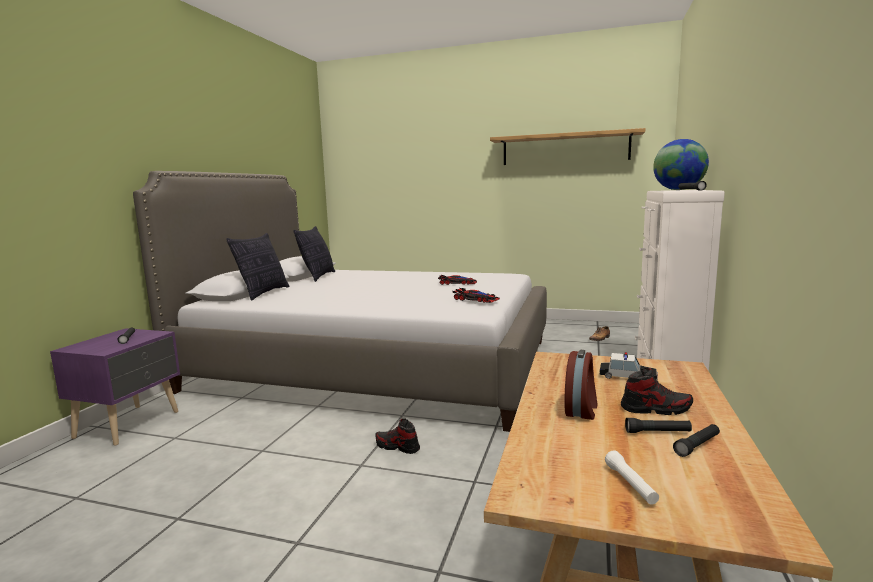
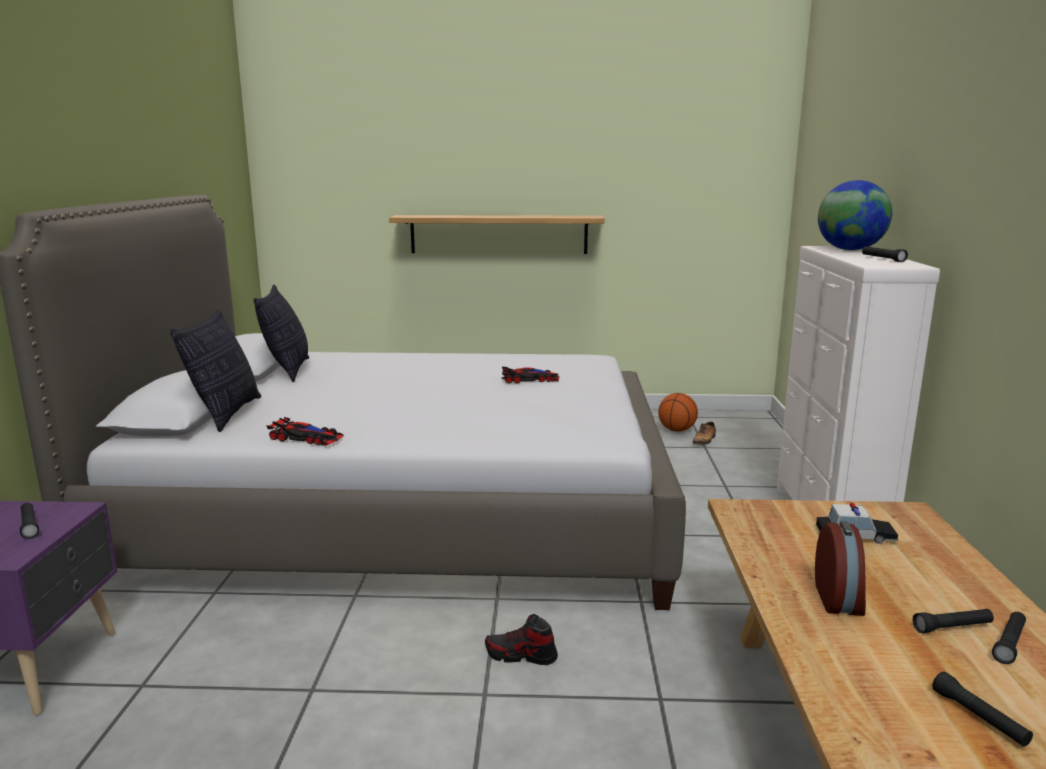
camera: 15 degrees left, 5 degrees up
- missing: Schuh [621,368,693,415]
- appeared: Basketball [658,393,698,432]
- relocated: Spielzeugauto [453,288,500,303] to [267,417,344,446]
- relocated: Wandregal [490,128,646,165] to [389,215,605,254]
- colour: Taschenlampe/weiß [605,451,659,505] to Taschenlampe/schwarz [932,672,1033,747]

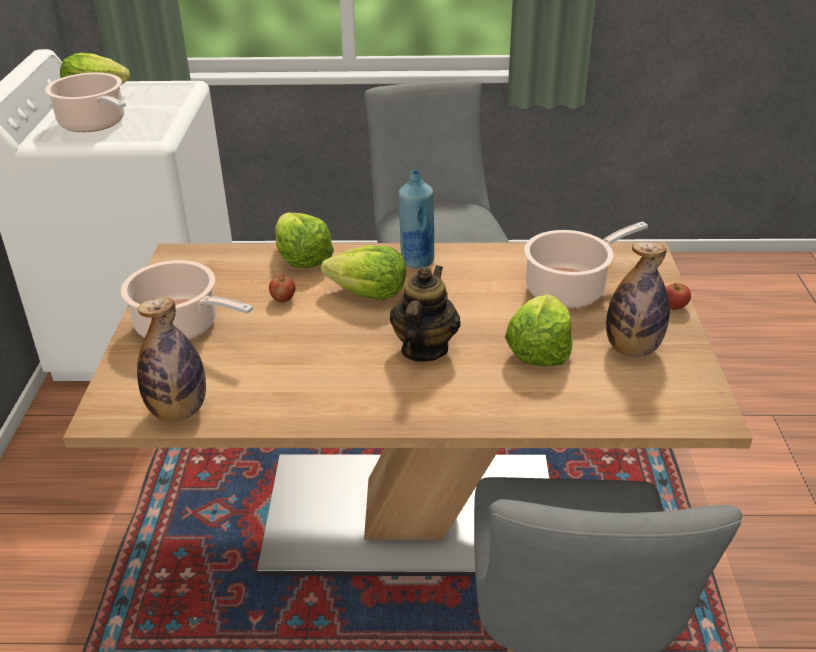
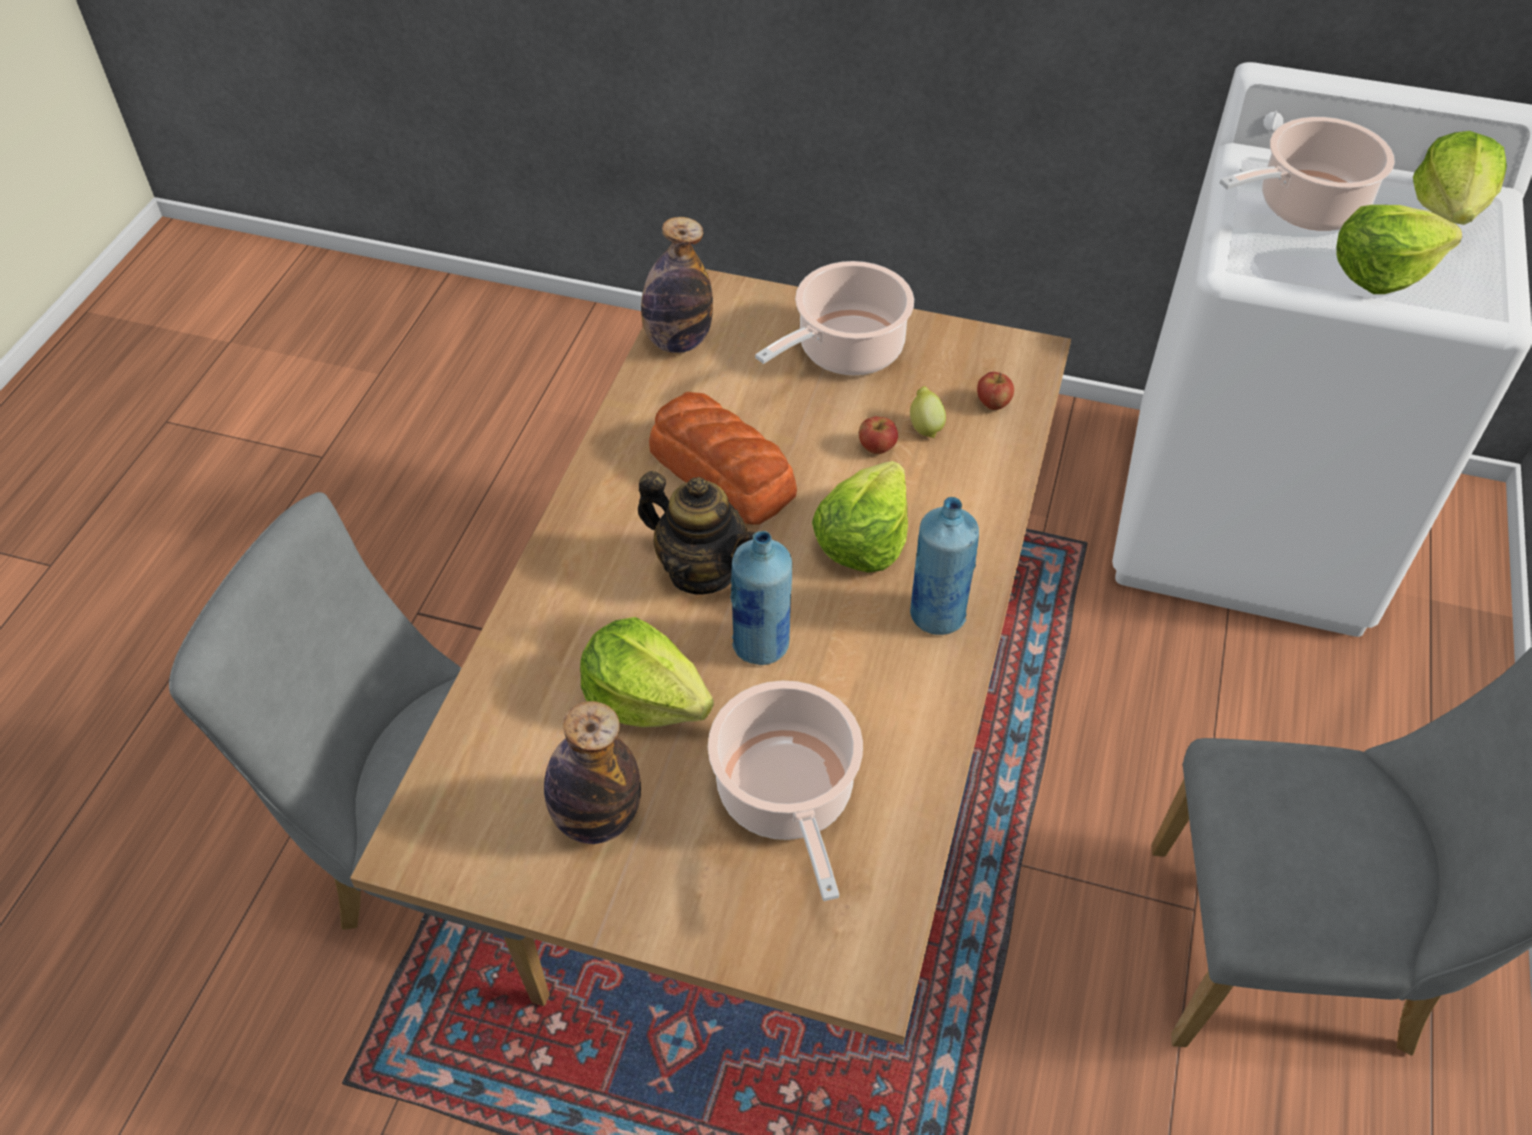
camera: 105 degrees right, 15 degrees up
- appeared: Brot [649,392,797,525]
- appeared: Flasche/blau [730,531,792,665]
- appeared: Zitrone [910,386,946,438]
- relocated: Salatkopf [275,213,334,268] to [1336,205,1462,294]
- relocated: Apfel [666,283,691,310] to [977,372,1014,410]

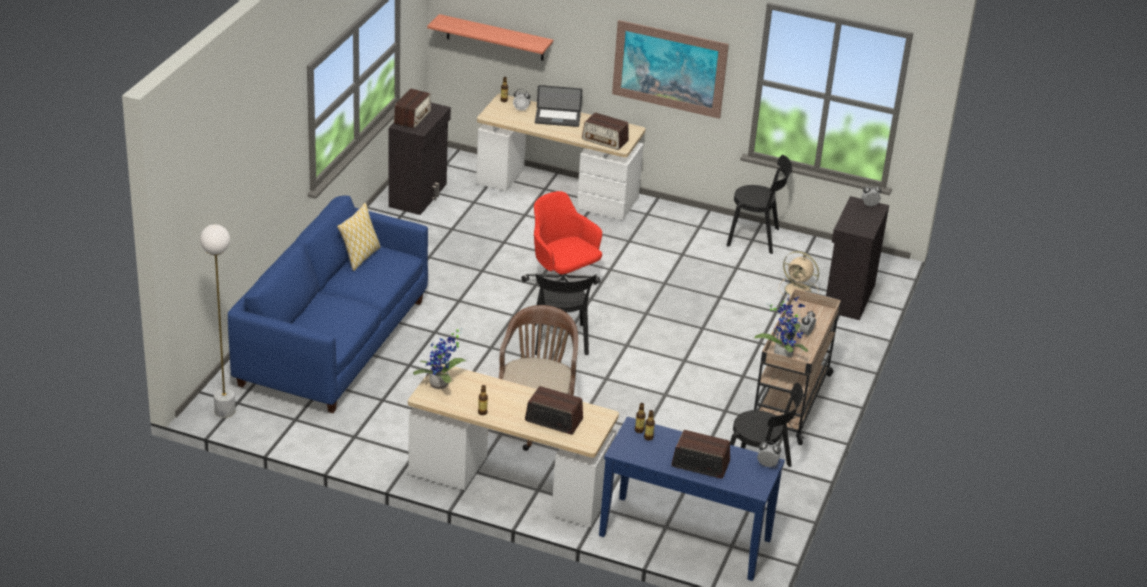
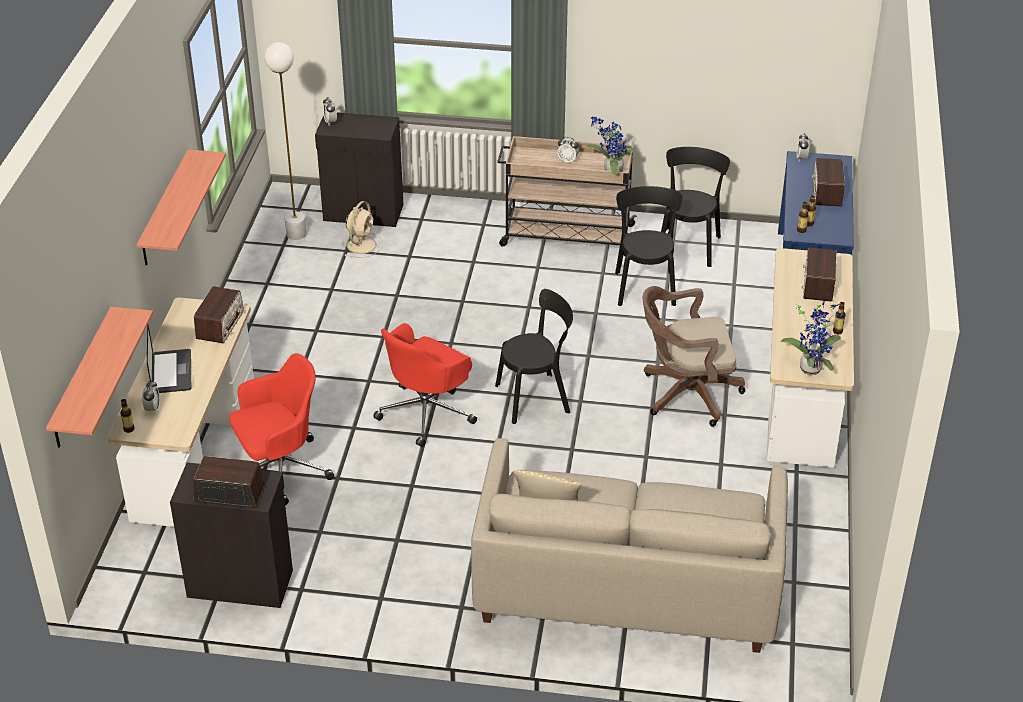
camera: 100 degrees left, 5 degrees up
- appeared: Bürostuhl/rot [229,353,334,505]
- relocated: Stehlampe/weiß [200,224,236,418] to [264,42,306,240]
- relocated: Stuhl/schwarz [726,155,792,254] to [615,186,683,306]
- exchanged: Bild [612,20,729,119] to Wandregal [137,149,226,266]
- colour: Sofa/blau [228,196,428,413] to Sofa/beige [471,438,788,653]

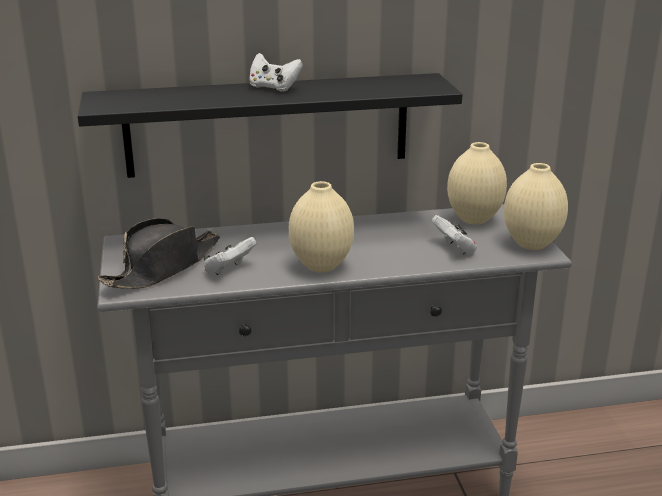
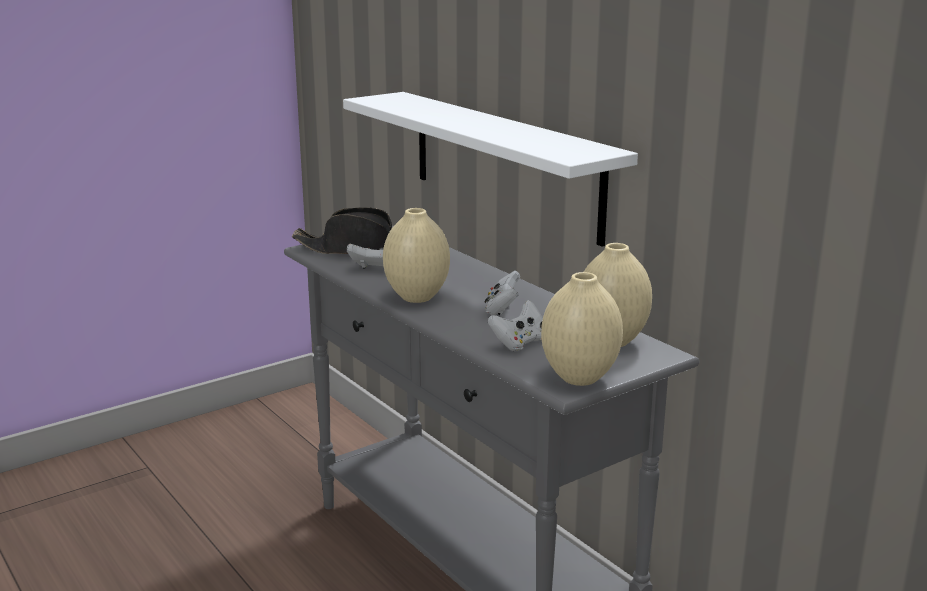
camera: 65 degrees right, 5 degrees down
- relocated: Gamepad/weiß [250,53,303,92] to [485,271,520,315]
- colour: Wandregal/schwarz [78,73,463,178] to Wandregal/weiß [343,92,638,247]

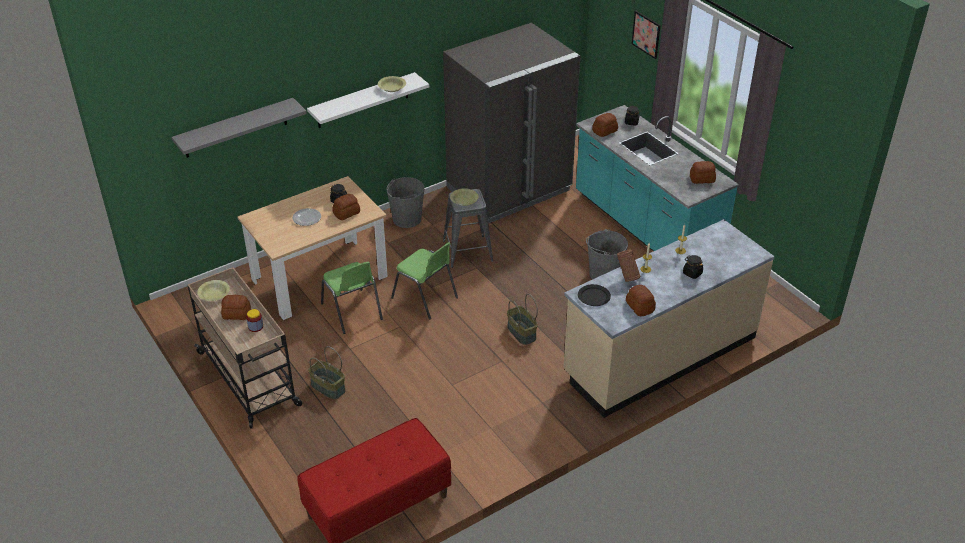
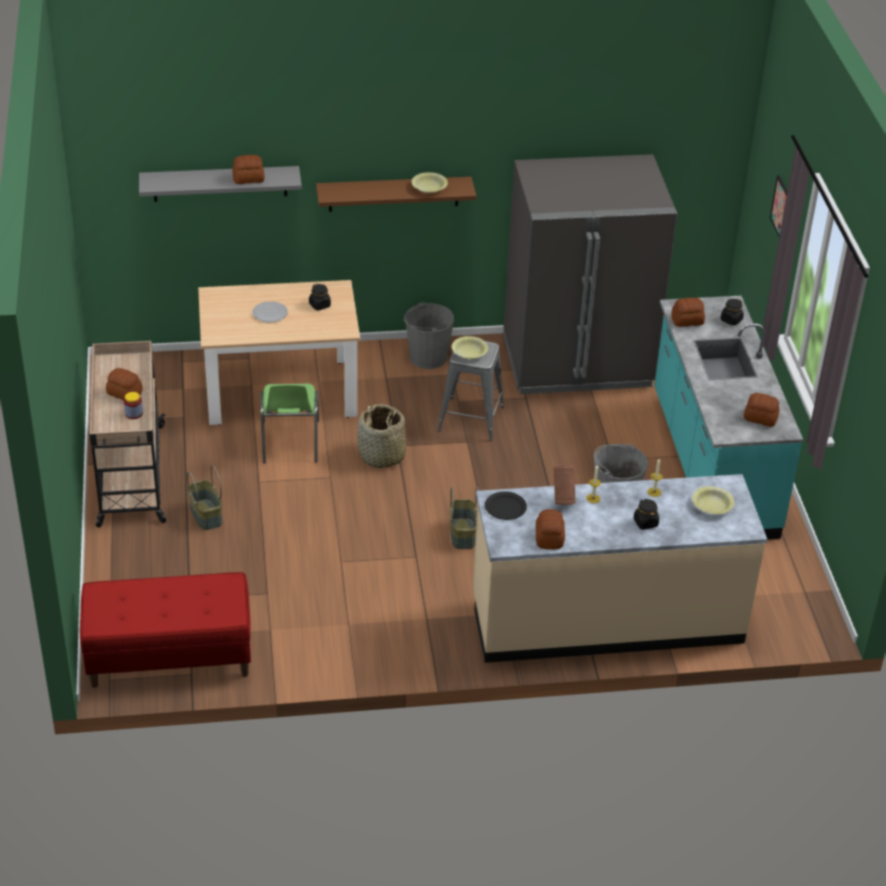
camera: 25 degrees right, 0 degrees up
- relocated: Schüssel/gelb [197,280,230,301] to [692,486,734,514]
- relocated: Brot [333,194,360,220] to [232,155,264,184]
- exchanged: Stuhl/grün [391,242,458,319] to Korb [357,404,406,468]
- colour: Wandregal/weiß [307,72,429,128] to Wandregal/braun [316,177,476,212]

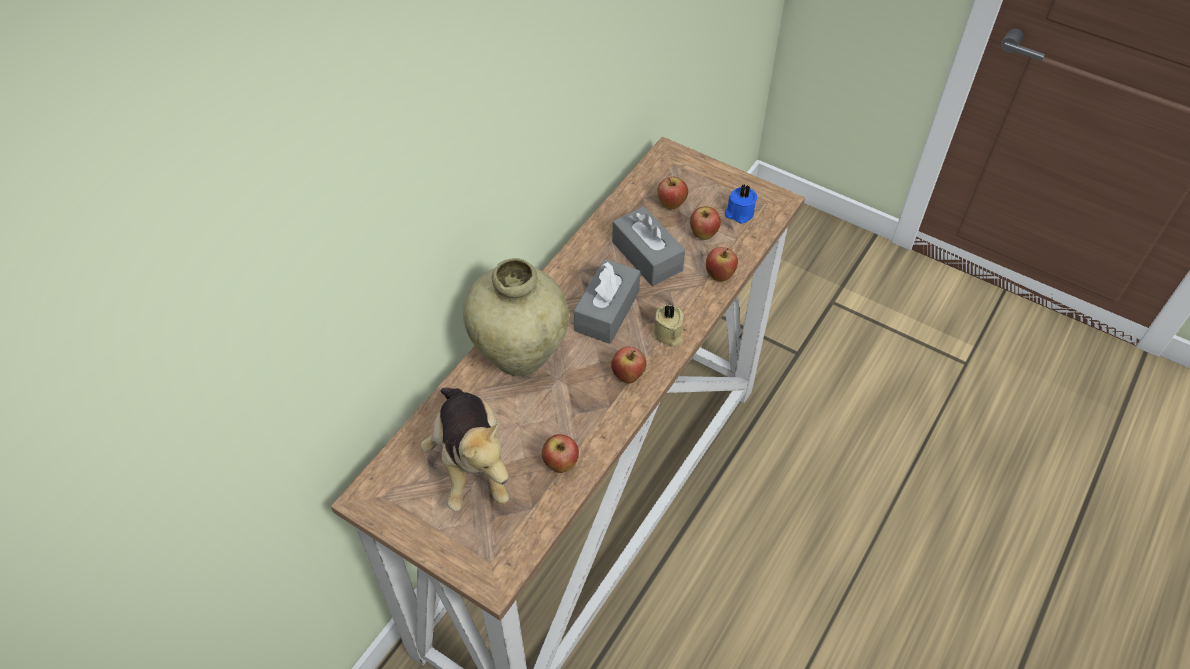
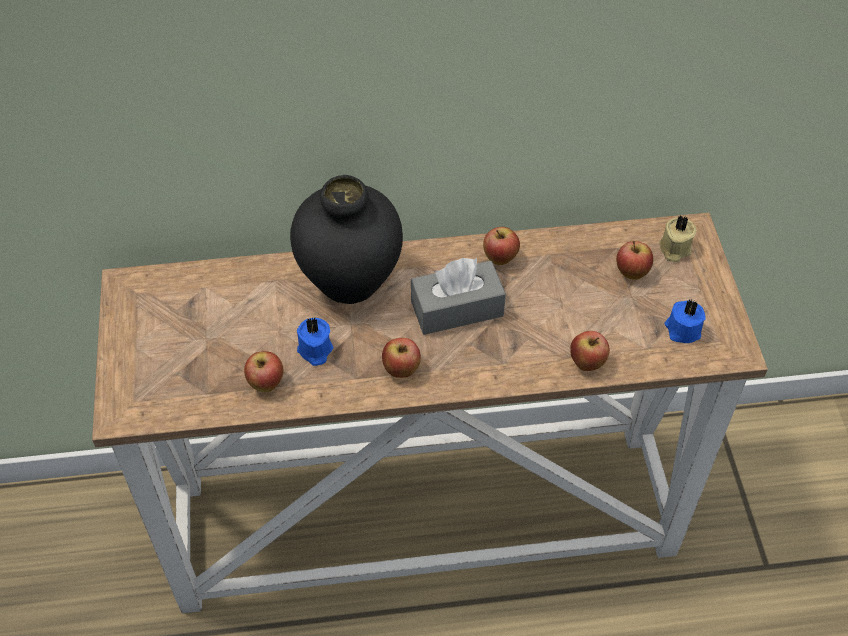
camera: 50 degrees right, 0 degrees up
- missing: Plüschtier [421,388,509,511]
- missing: Taschentuchbox/grau [612,206,685,286]
- appeared: Kerze/blau [297,317,333,366]
- relocated: Kerze/beige [652,305,684,347] to [659,215,697,262]
- relocated: Apfel [690,207,721,240] to [483,227,520,265]
- colour: Vase/beige [463,258,569,376] to Vase/schwarz [290,175,403,304]

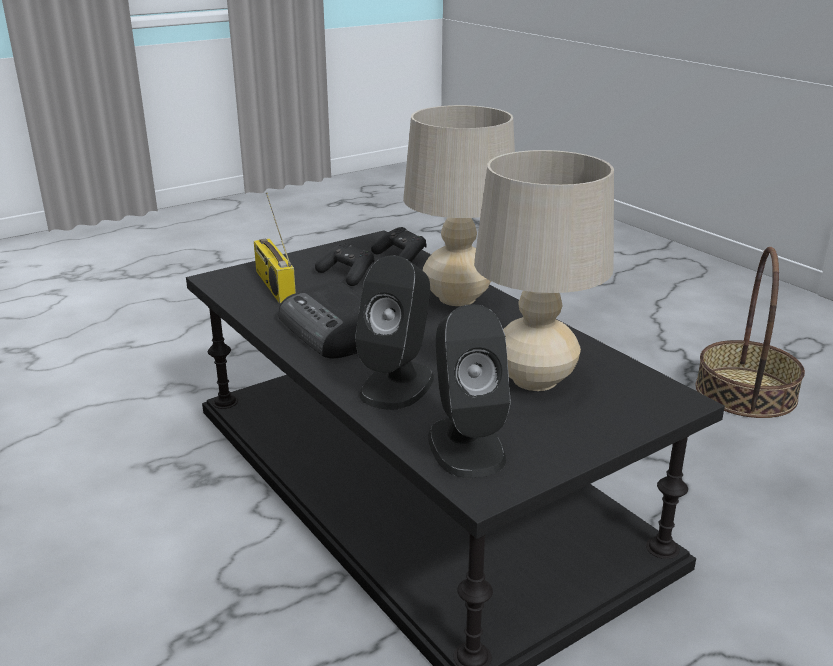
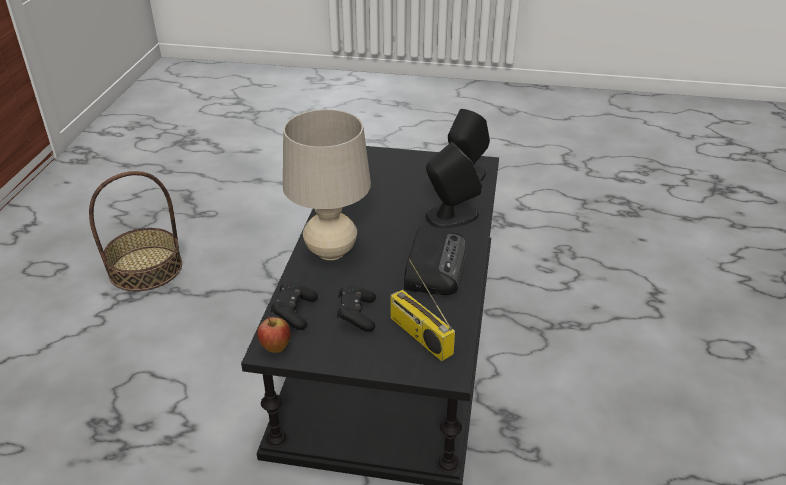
camera: 135 degrees left, 10 degrees up
- missing: Tischlampe/beige [474,150,614,391]
- appeared: Apfel [257,316,291,353]
- spun: Radio [254,192,296,304] = [390,259,455,361] 120 degrees clockwise

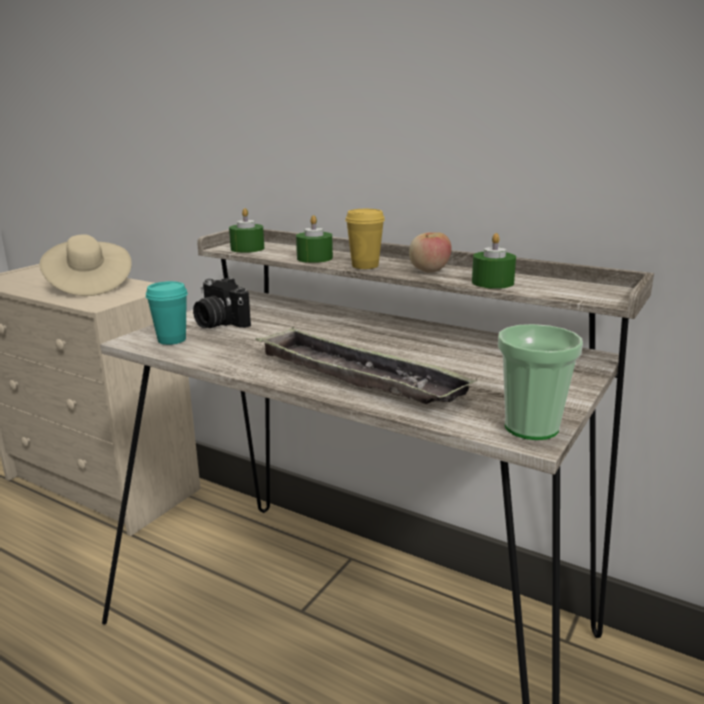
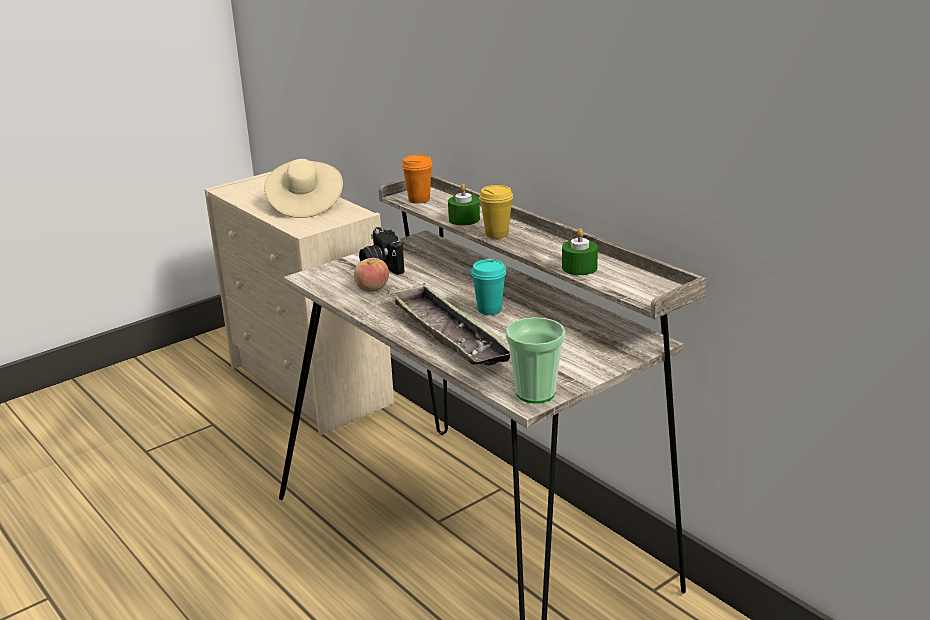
camera: 20 degrees right, 5 degrees up
- relocated: Tasse/türkis [146,281,188,345] to [471,259,506,315]
- relocated: Apfel [409,232,452,273] to [354,258,389,292]
- exchanged: Kerze/grün [229,208,264,253] to Tasse/orange [402,155,433,204]

